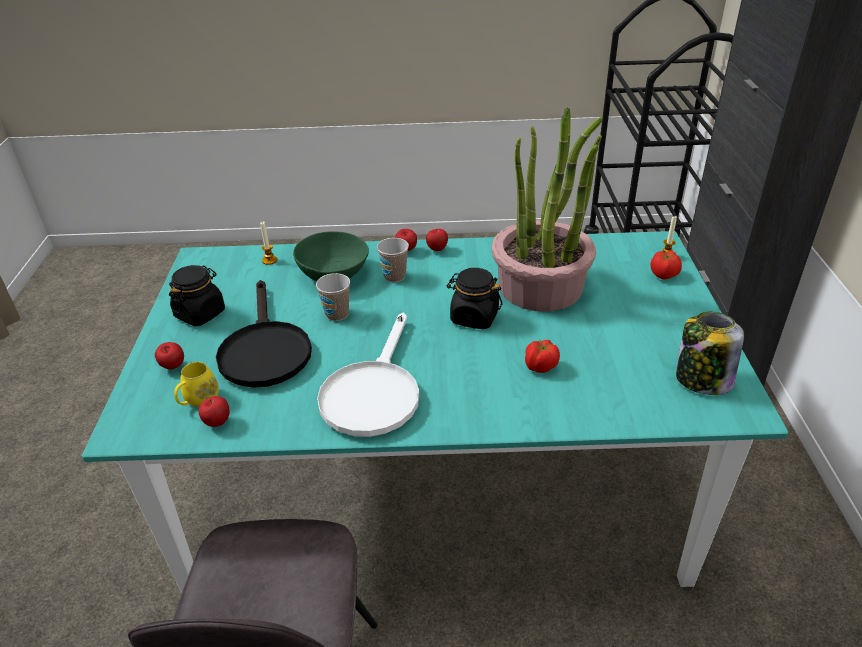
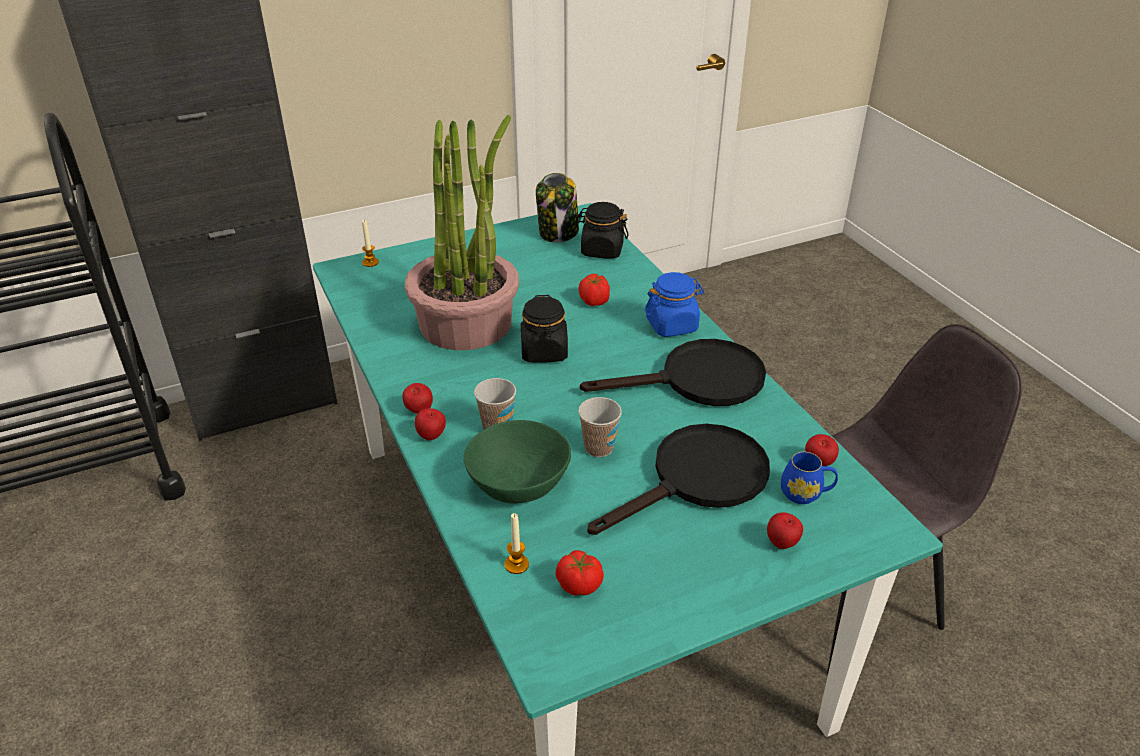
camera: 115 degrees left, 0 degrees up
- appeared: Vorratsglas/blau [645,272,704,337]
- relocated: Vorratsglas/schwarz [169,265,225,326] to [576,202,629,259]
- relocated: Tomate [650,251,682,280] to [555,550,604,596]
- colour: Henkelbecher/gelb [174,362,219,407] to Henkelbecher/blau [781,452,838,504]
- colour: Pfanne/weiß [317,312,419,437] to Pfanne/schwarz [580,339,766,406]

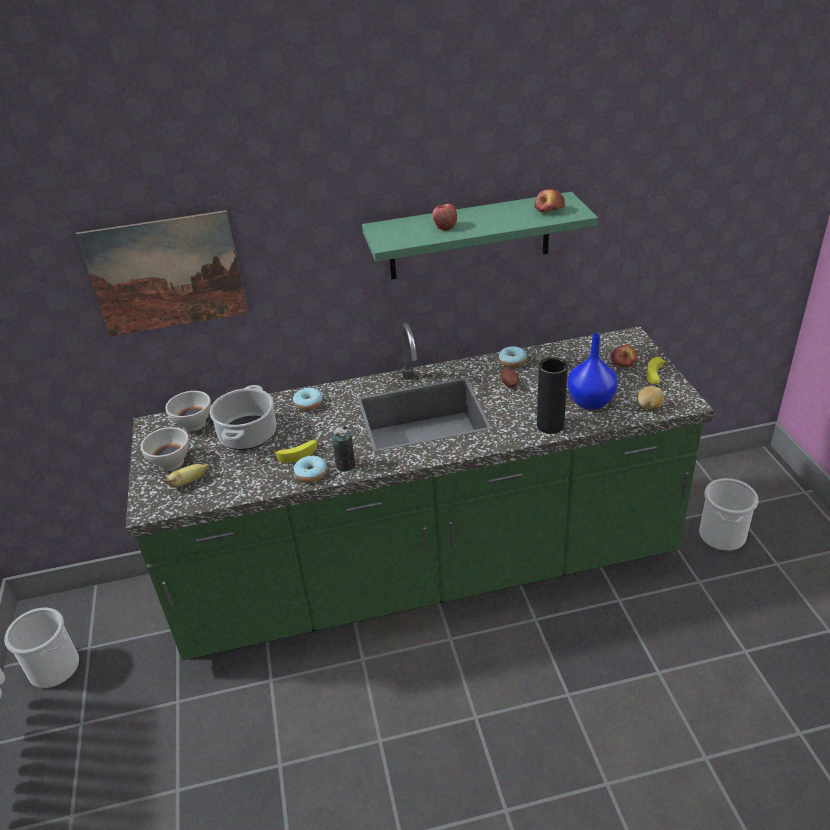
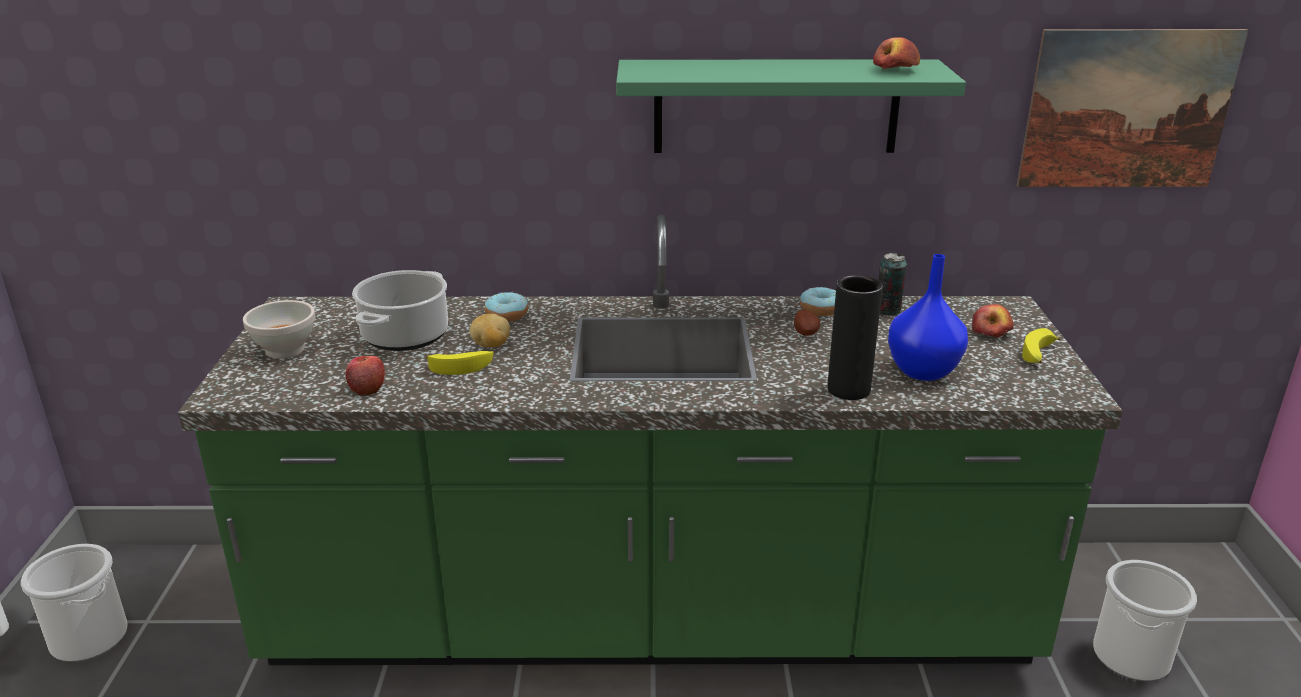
camera: 10 degrees right, 10 degrees down
- missing: Banane [164,464,209,487]
- missing: Schüssel/weiß [165,391,211,432]
- missing: Donut [294,456,327,483]
- relocated: Bild [76,210,248,336] to [1017,29,1248,187]
- relocated: Dose [332,426,355,472] to [878,253,907,316]
- relocated: Apfel [432,204,457,231] to [345,356,385,396]
- relocated: Kartoffel [638,386,664,409] to [470,314,510,347]

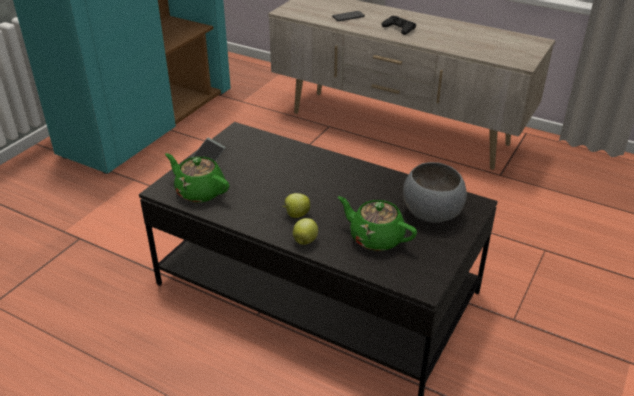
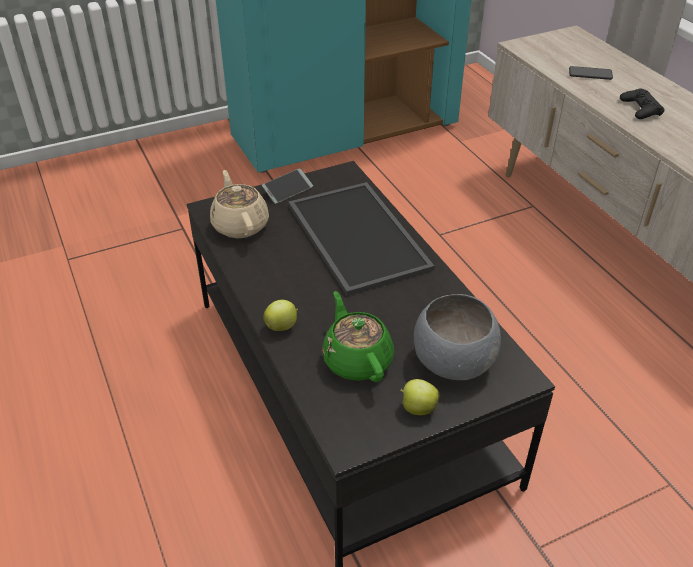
camera: 35 degrees right, 5 degrees up
- appeared: Tablett [288,182,435,296]
- relocated: Apfel [282,193,310,218] to [400,379,440,415]
- colour: Teekanne/grün [165,153,229,202] to Teekanne/beige [210,170,269,238]

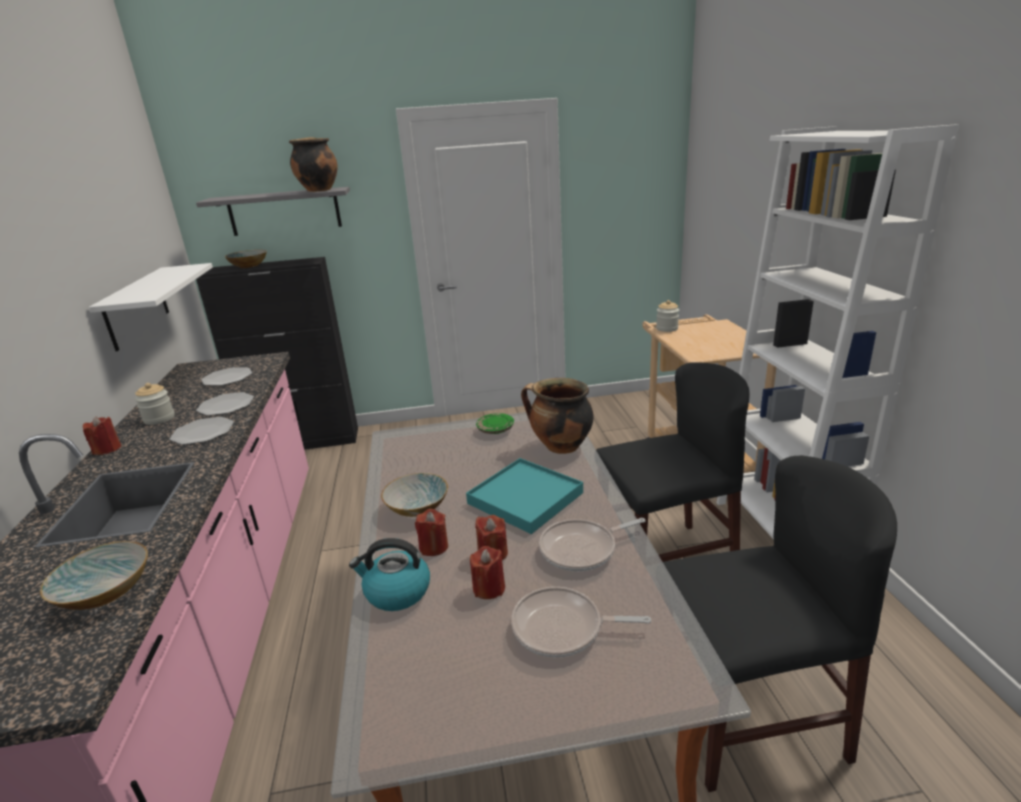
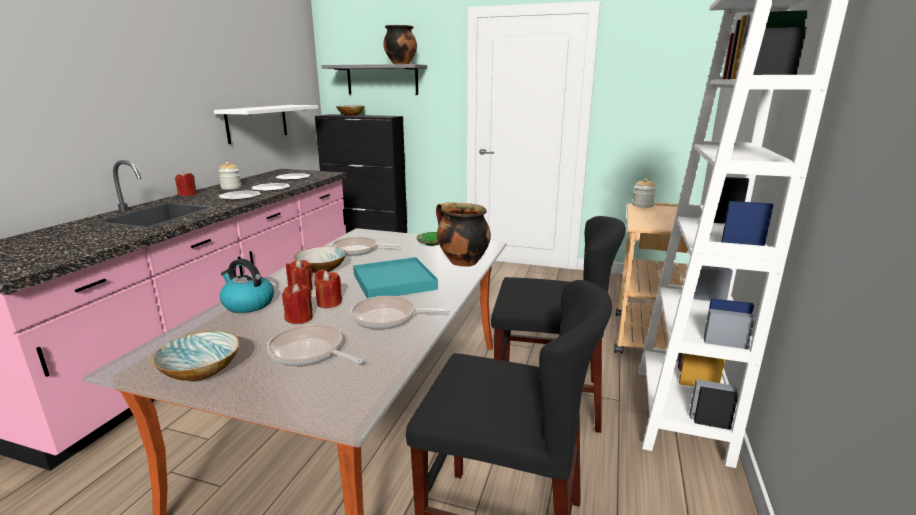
camera: 25 degrees right, 5 degrees down
- appeared: Pfanne [331,237,400,256]
- relocated: Schüssel [40,541,148,610] to [152,331,240,381]

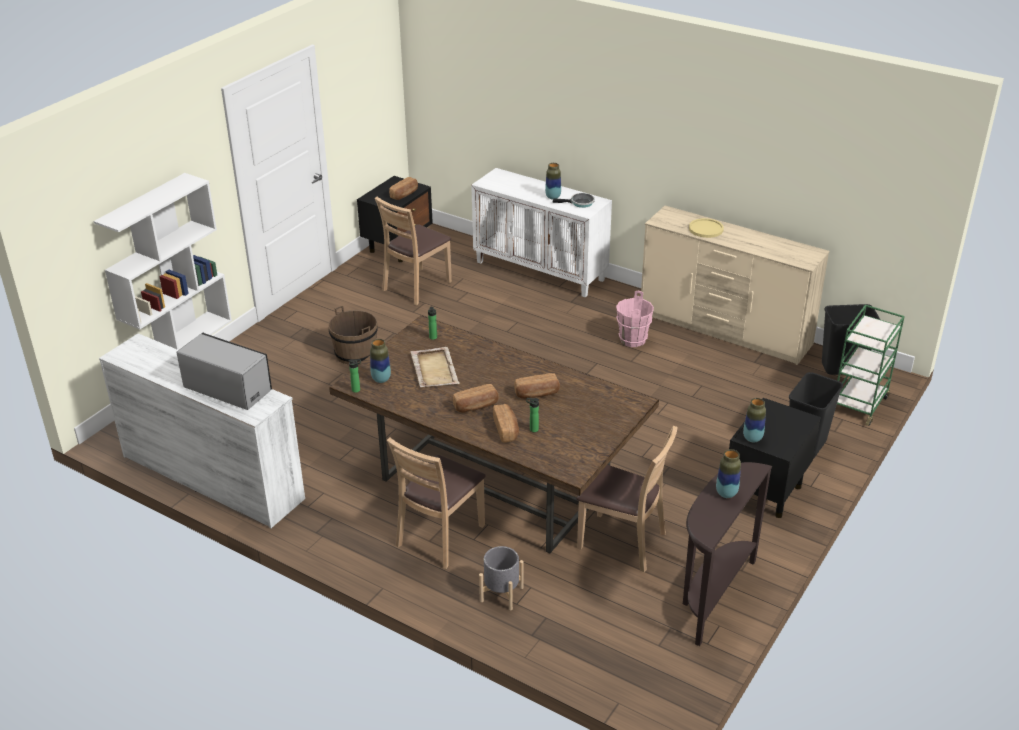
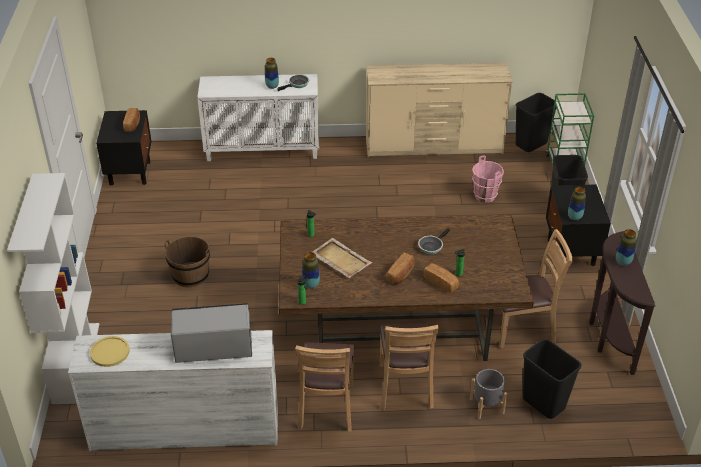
camera: 35 degrees left, 5 degrees up
- appeared: Mülleimer/schwarz [523,339,582,419]
- relocated: Stuhl/braun [375,197,452,305] to [295,342,355,432]
- relocated: Eimer/rosa [616,291,654,347] to [472,155,504,203]
- relocated: Teller/gelb [689,218,724,238] to [90,336,130,367]
- exchanged: Brot [514,373,560,399] to Pfanne [418,228,450,254]

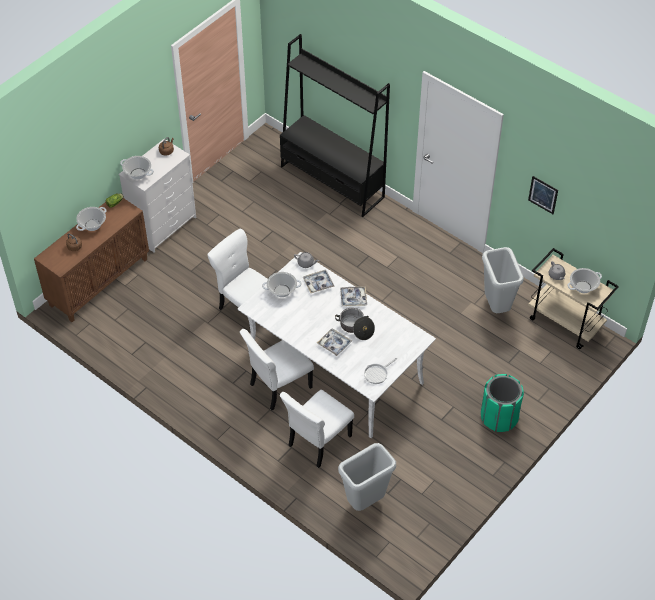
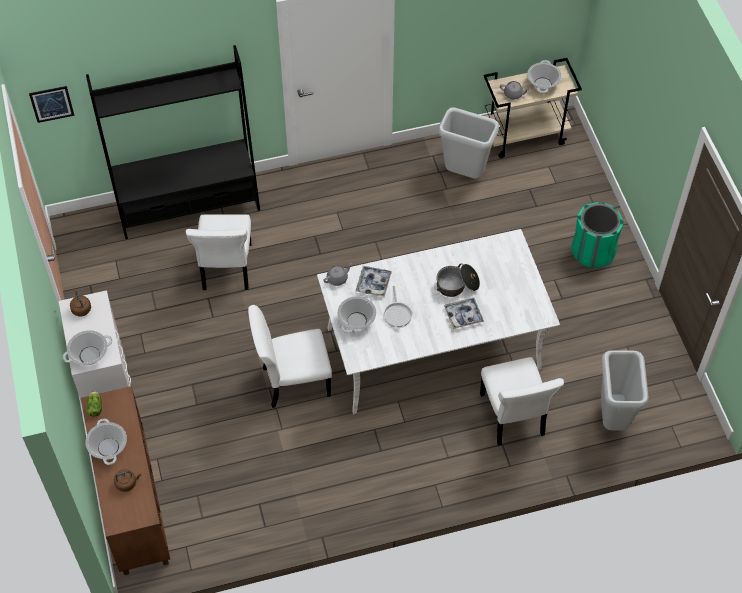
camera: 55 degrees left, 5 degrees up
- missing: Tablett [340,286,367,306]
- relocated: Stuhl/weiß [240,329,314,411] to [186,214,252,290]
- relocated: Pfanne [364,358,397,384] to [383,286,413,328]
- relocated: Bild [528,176,558,214] to [29,86,75,123]

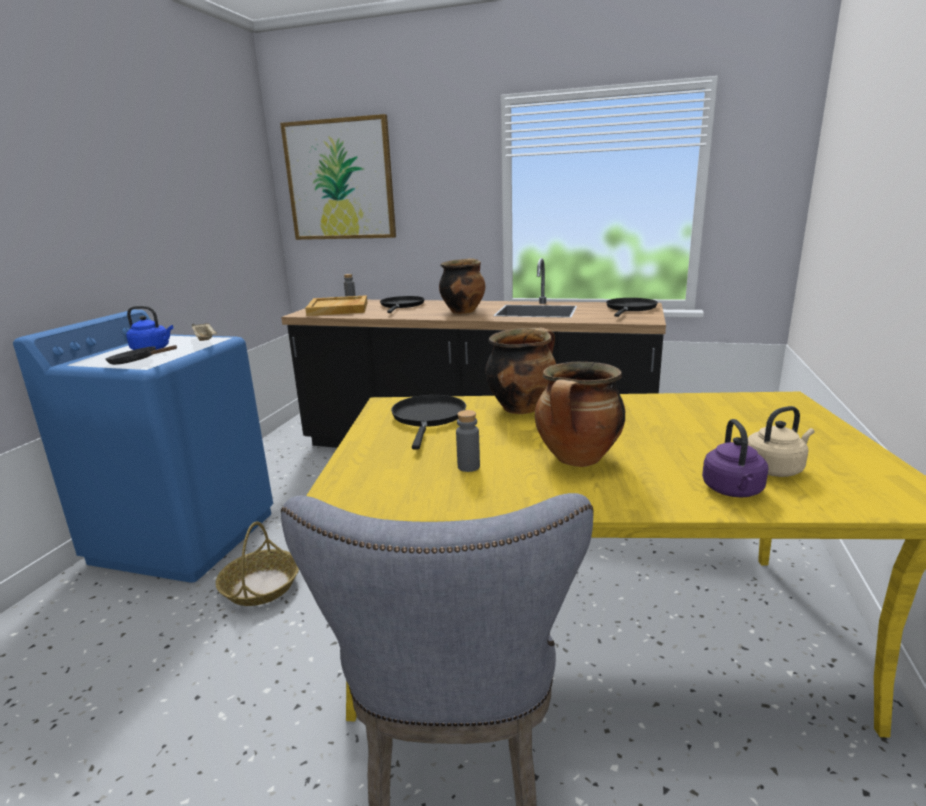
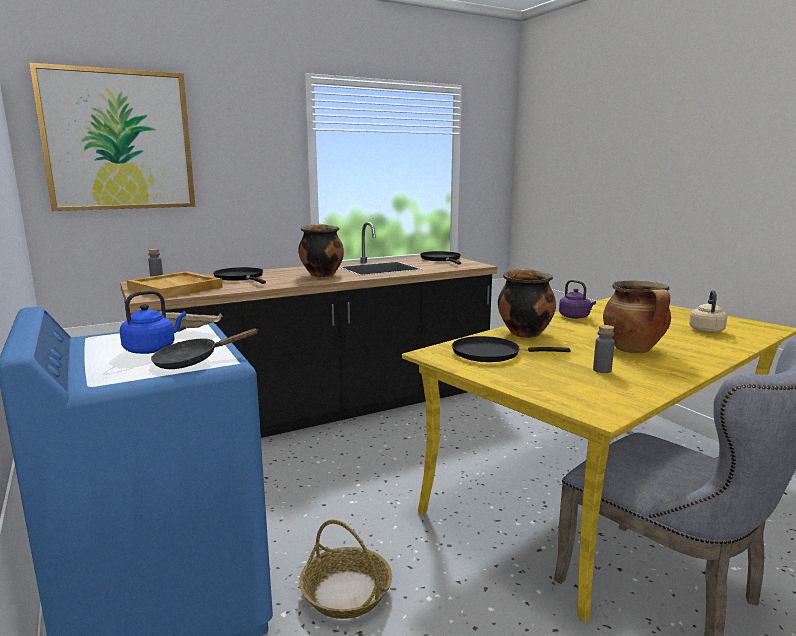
camera: 45 degrees left, 5 degrees down
- relocated: Wasserkessel/lila [702,419,769,498] to [559,280,596,319]
- spun: Pfanne/schwarz [391,395,466,450] = [452,336,571,362] 45 degrees counterclockwise

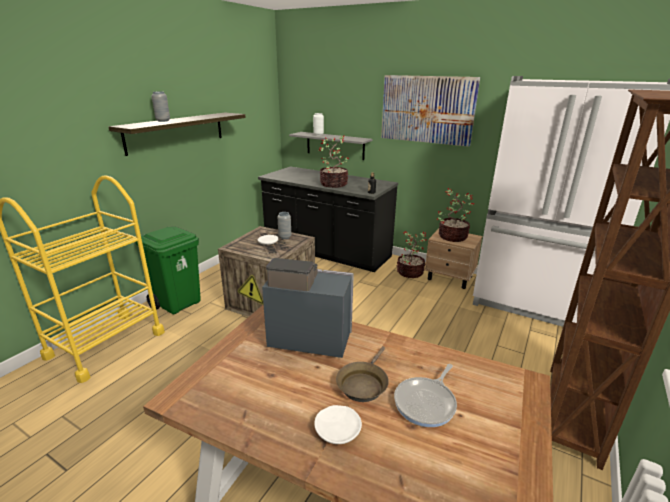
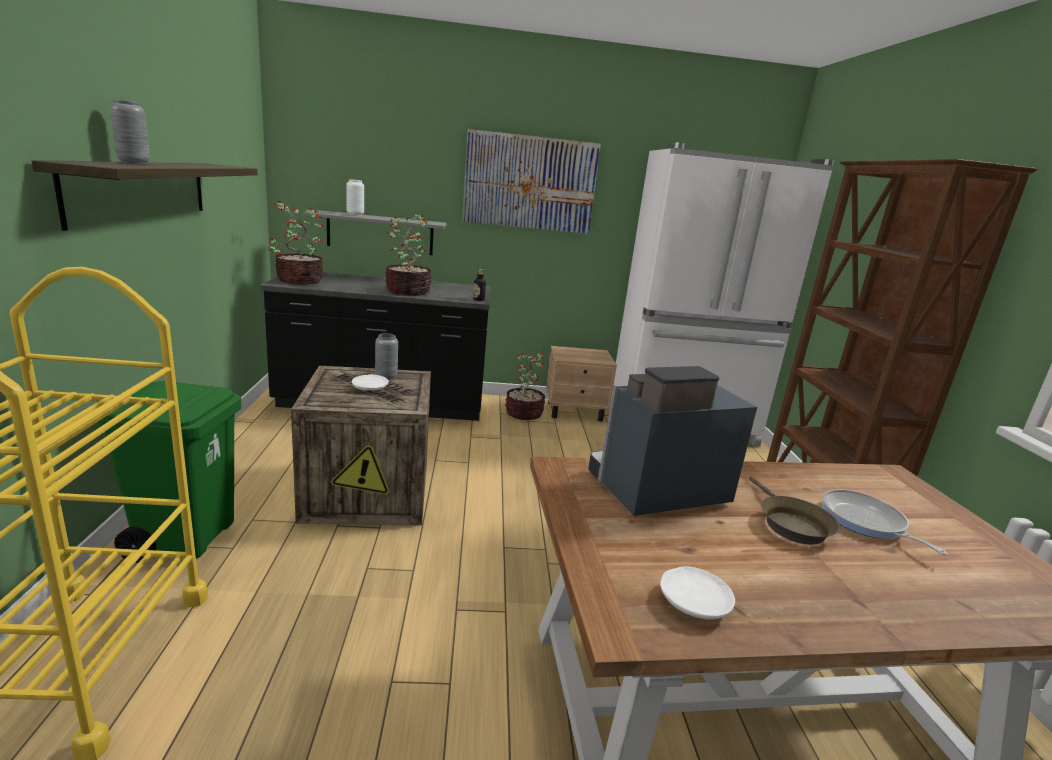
camera: 35 degrees left, 5 degrees down
- relocated: Teller/weiß [314,405,362,444] to [660,566,735,620]
- relocated: Topfpflanze [437,188,474,242] to [268,200,324,284]
- spun: Pfanne [394,364,457,427] = [822,489,947,555] 150 degrees clockwise

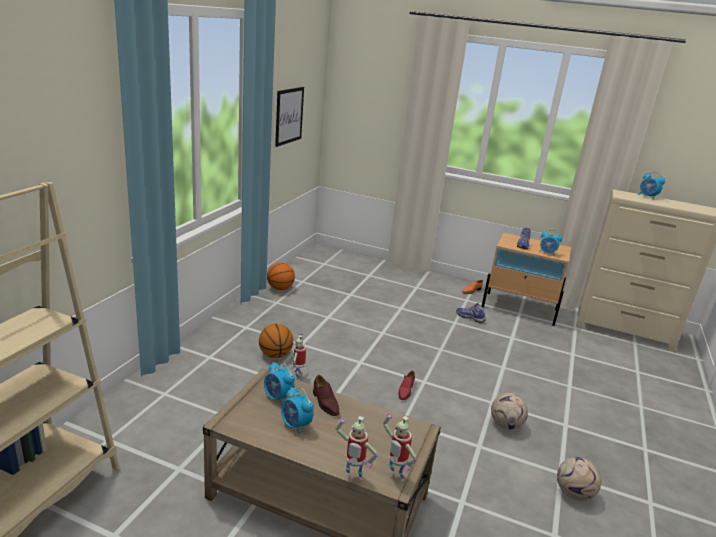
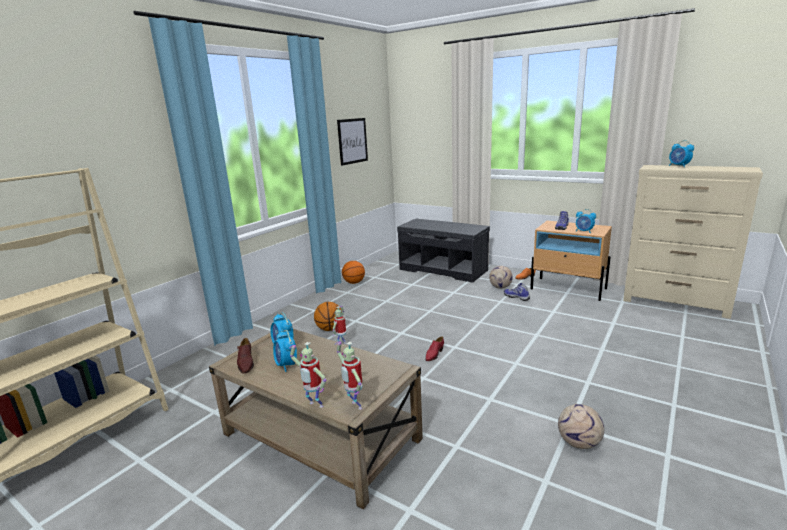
camera: 15 degrees right, 5 degrees down
- appeared: Bank/grau [397,219,490,283]
- relocated: Schuh/braun [313,375,339,416] to [237,338,254,374]
- relocated: Fußball [491,393,528,430] to [489,266,513,289]

